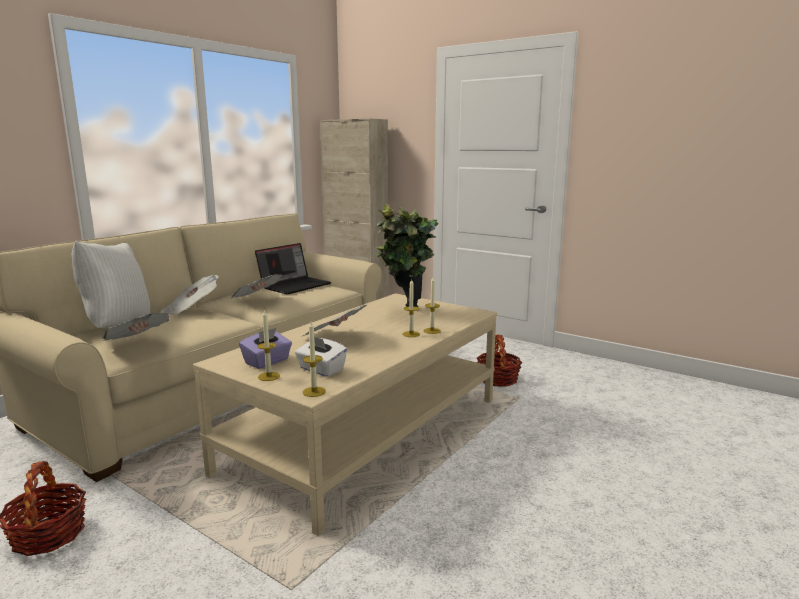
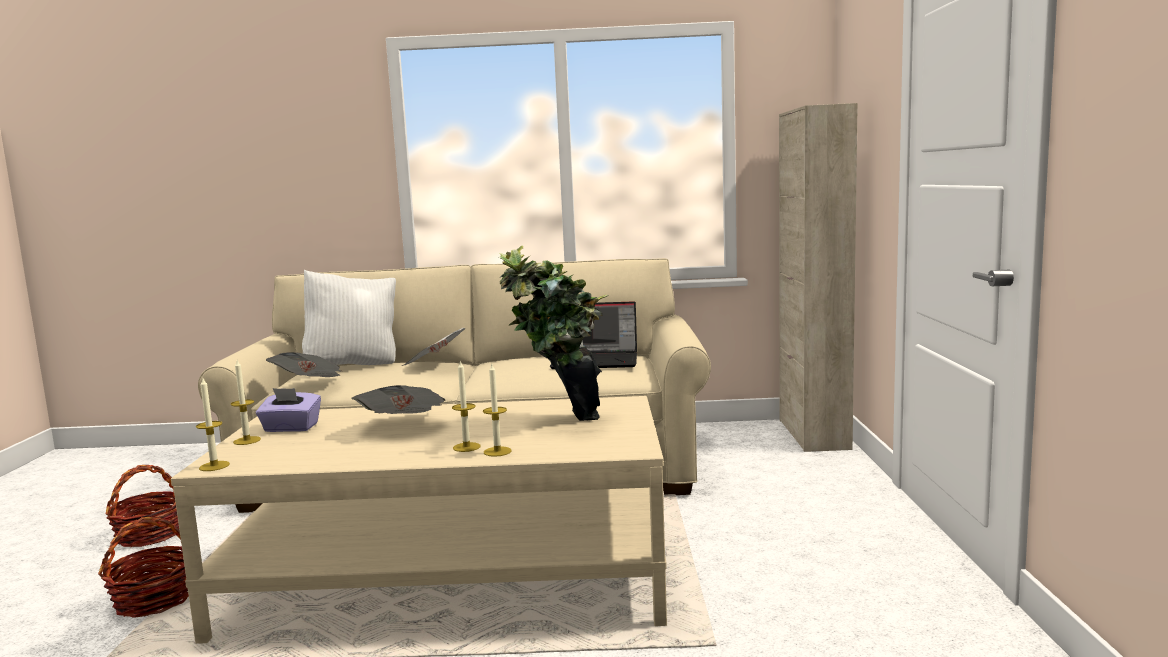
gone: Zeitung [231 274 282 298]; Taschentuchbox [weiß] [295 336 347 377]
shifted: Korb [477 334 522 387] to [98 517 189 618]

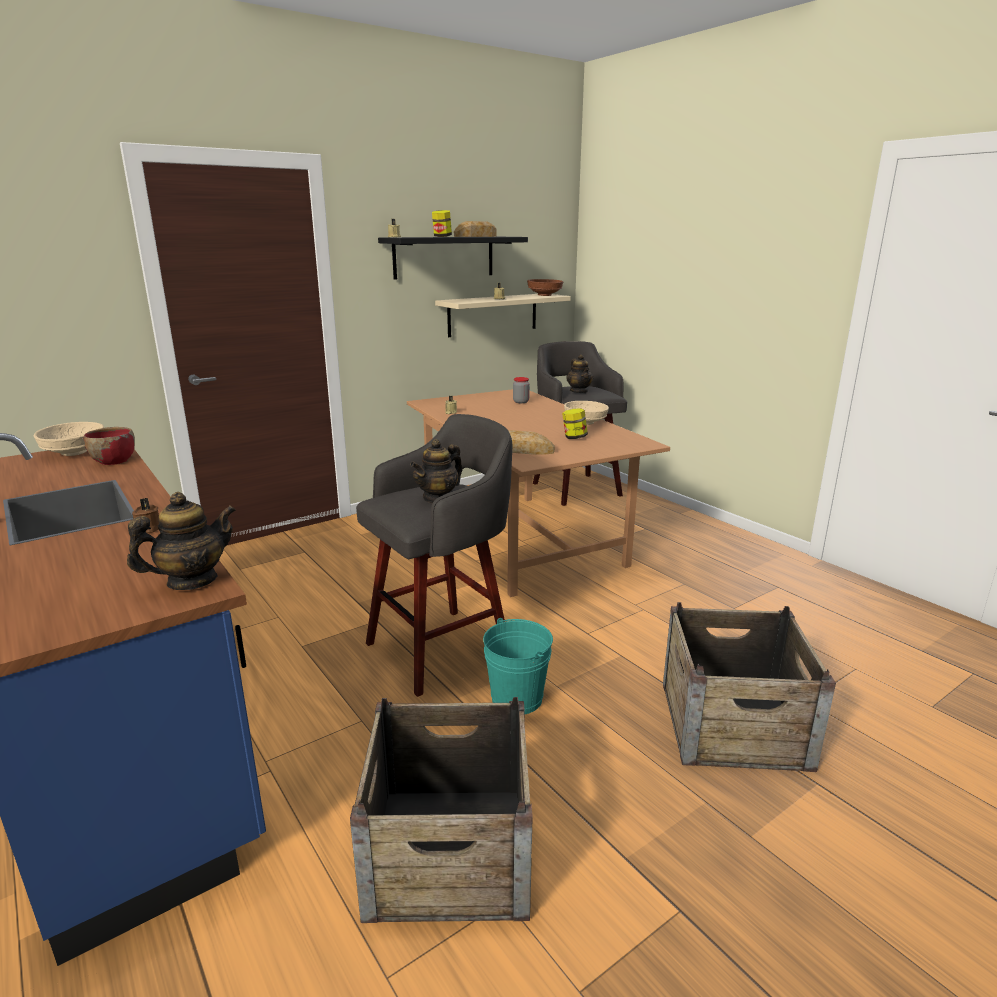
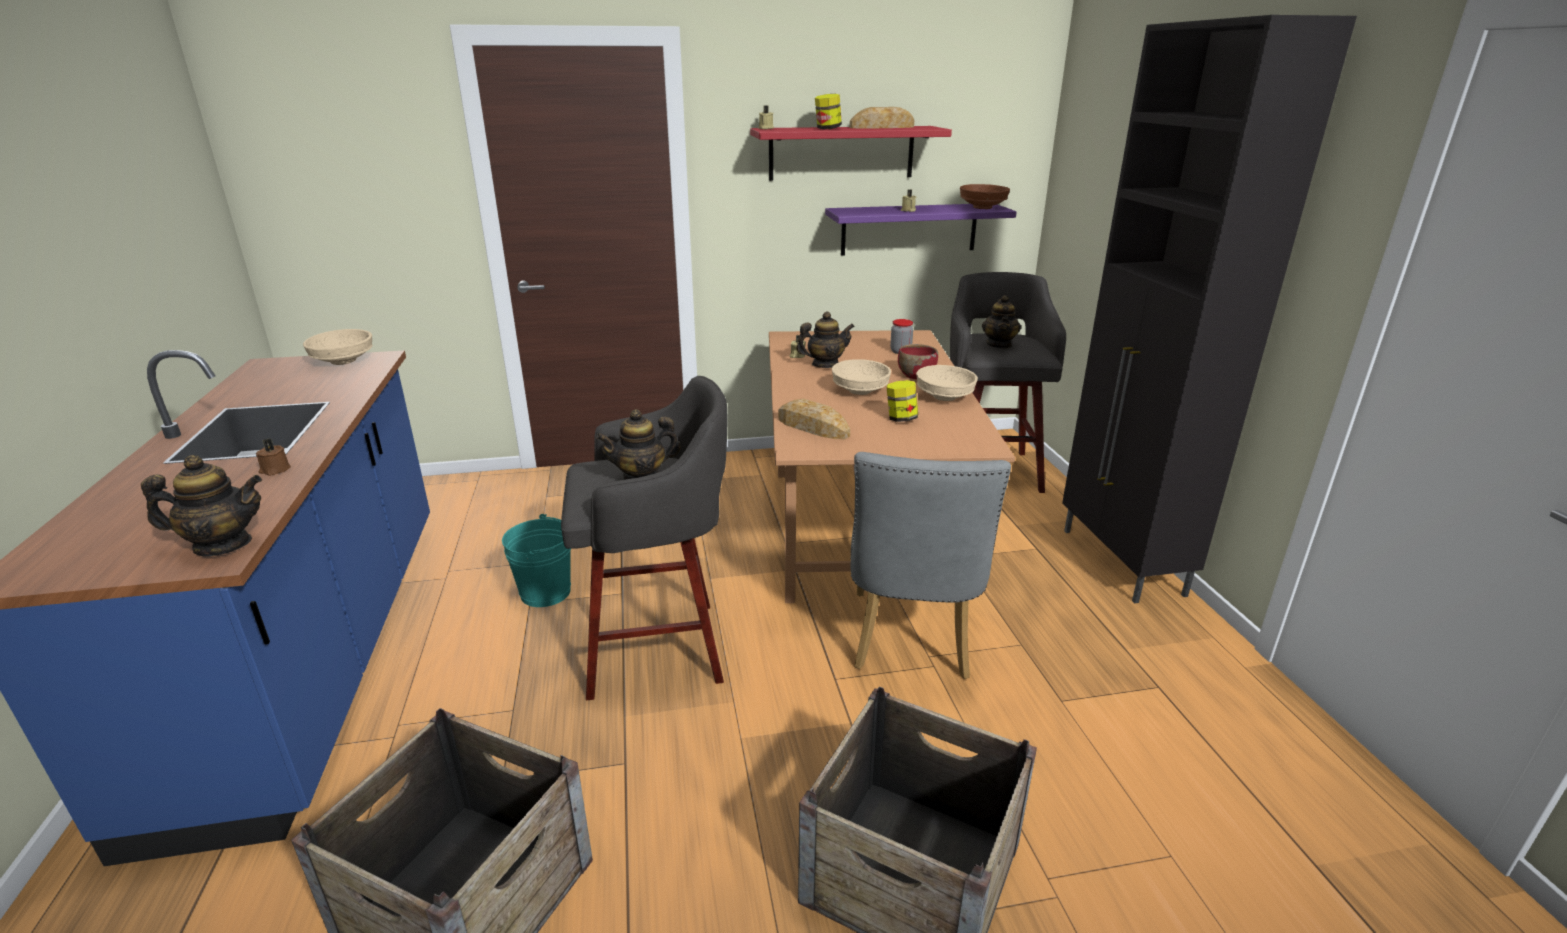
new: Teekanne [796 311 855 368]; Schüssel [beige] [832 359 891 395]; Stuhl [grau] [850 452 1011 679]; Schrank [schwarz] [1062 15 1357 603]
shifted: Schüssel [rot] [84 427 135 465] to [898 344 938 379]; Eimer [türkis] [483 618 553 714] to [502 514 571 607]
repainted: Wandregal [schwarz] [378 237 528 280] to Wandregal [rot] [750 126 952 181]; Wandregal [beige] [435 294 571 337] to Wandregal [lila] [825 204 1017 256]

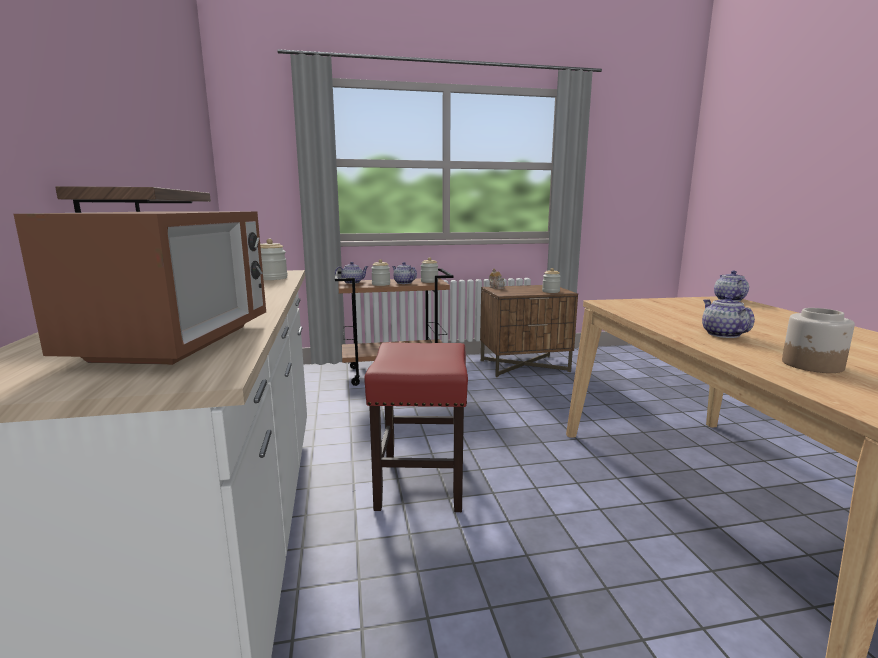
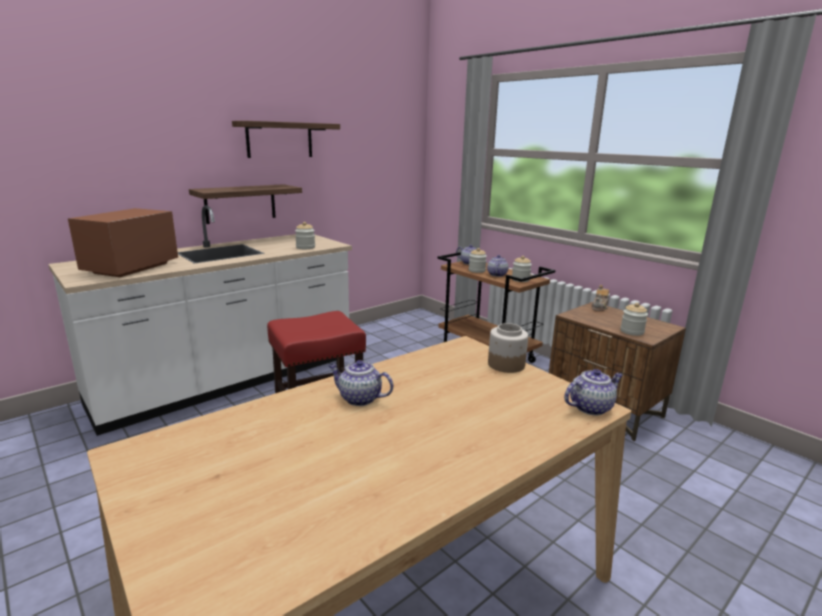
new: Wandregal [232 121 340 158]
shifted: Vorratsglas [782 308 855 373] to [488 323 528 373]
rotated: Mikrowelle [14 211 266 365] = [68 208 178 277] 135 degrees clockwise; Teekanne [702 295 755 338] = [328 360 393 406] 120 degrees counterclockwise

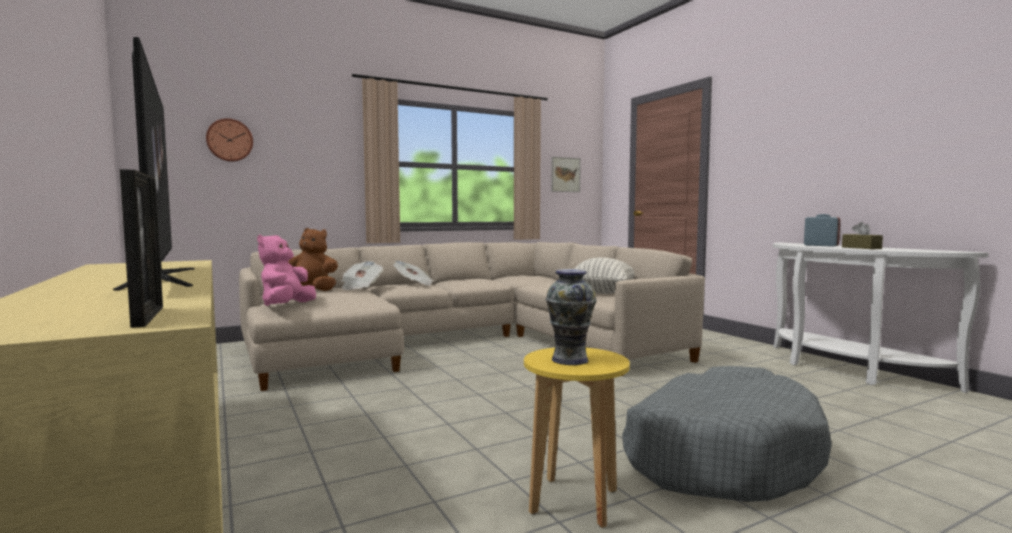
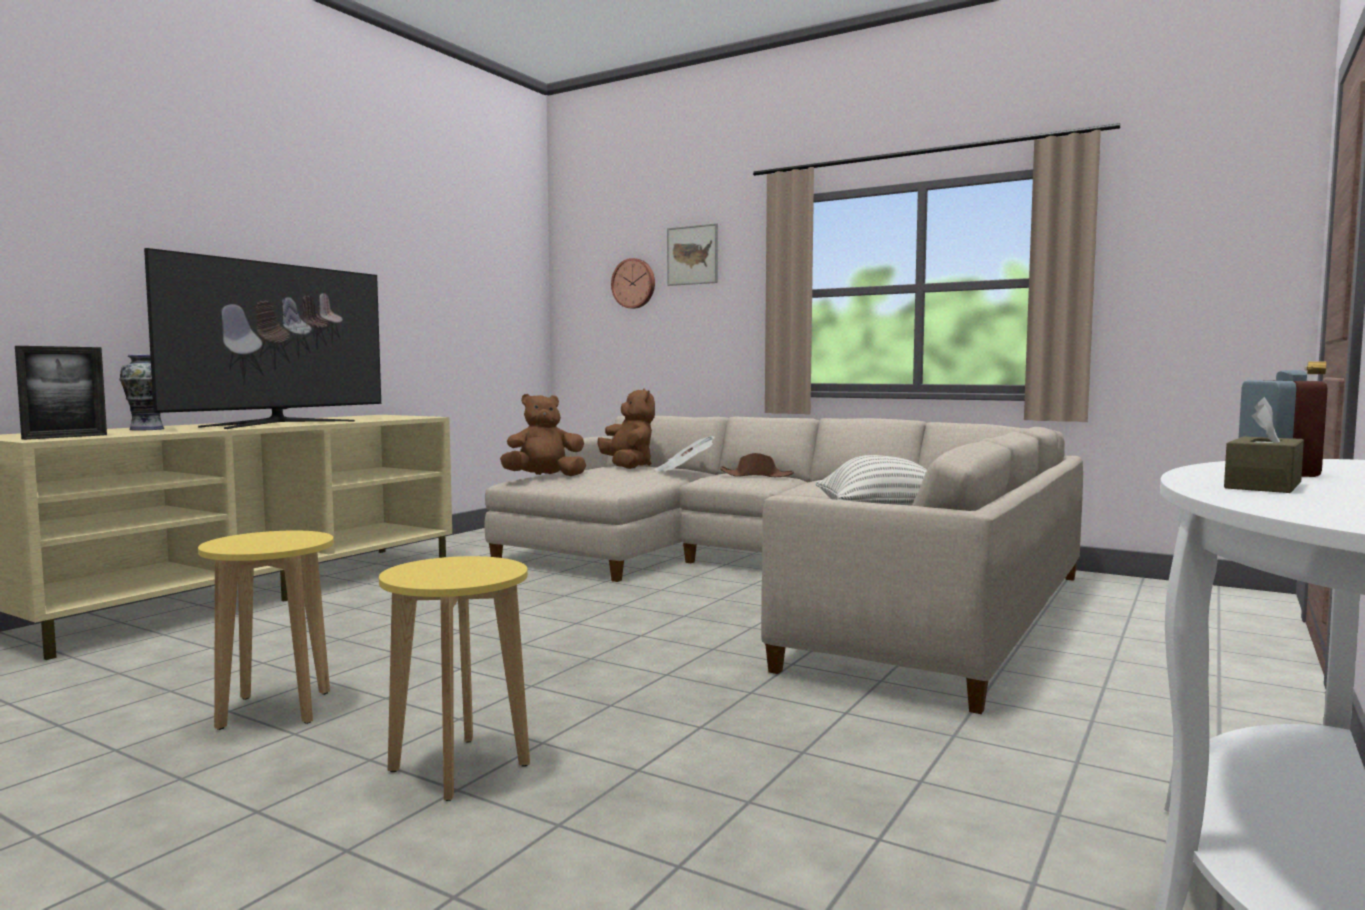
shifted: Vase [546 269 597 365] to [119 354 164 431]; Bild [551 157 581 192] to [667 223 718 286]
swapped: Zeitung [393 260 434 286] to Hut [braun] [720 453 794 477]; Hundebett [grau] [622 366 832 502] to Hocker [gelb] [379 556 530 801]
repainted: Plüschtier [rosa] [257 235 316 306] to Plüschtier [braun] [500 394 586 476]

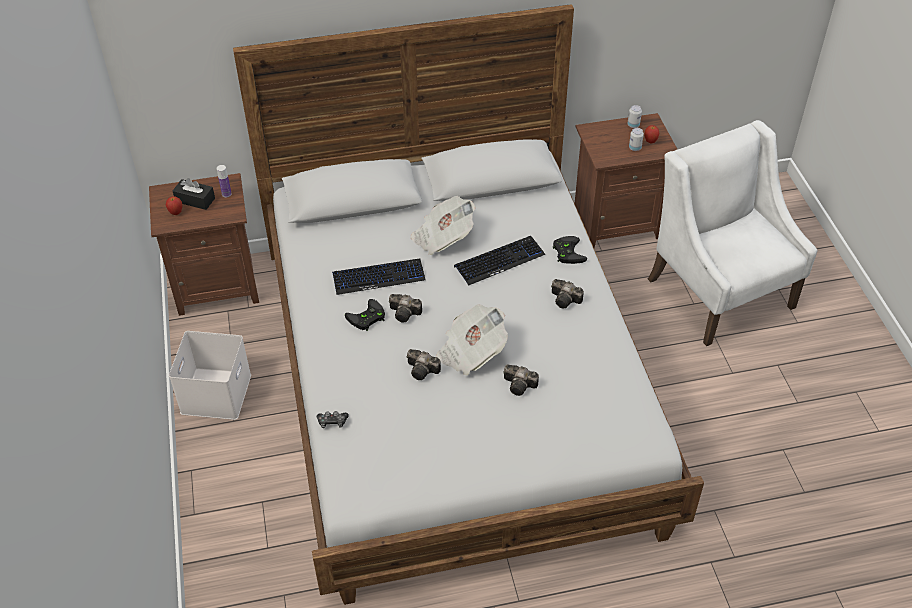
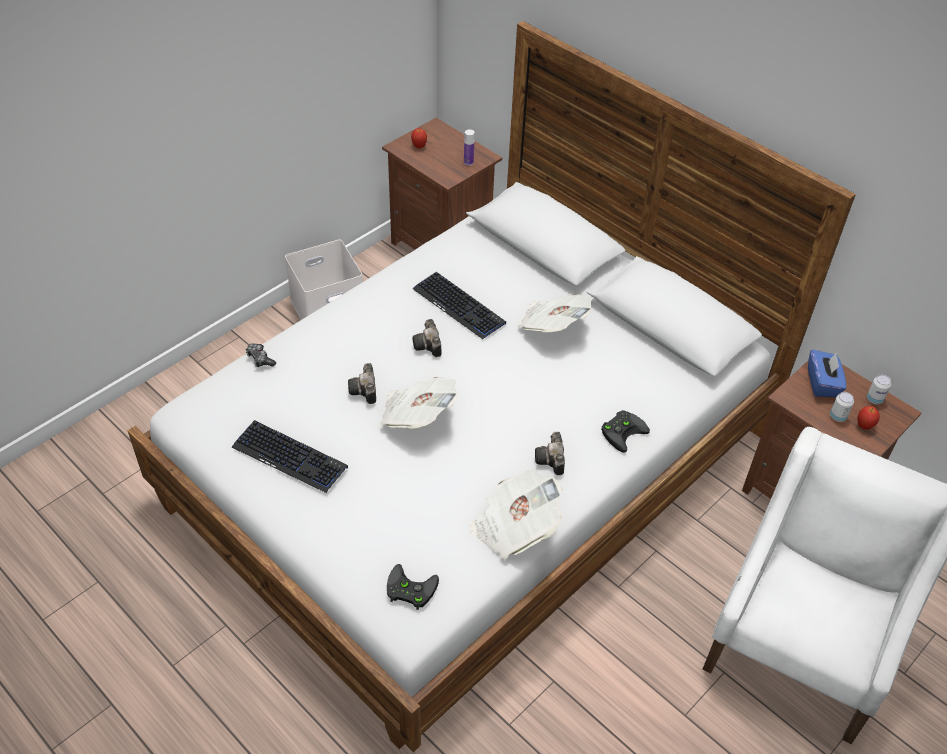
gone: Taschentuchbox [schwarz] [173 178 215 210]; Kamera [503 365 539 396]
new: Zeitung [470 469 563 559]; Taschentuchbox [blau] [808 349 846 397]
shifted: Gamepad [schwarz] [345 299 385 331] to [387 564 439 610]; Tastatur [454 236 545 286] to [232 420 348 493]

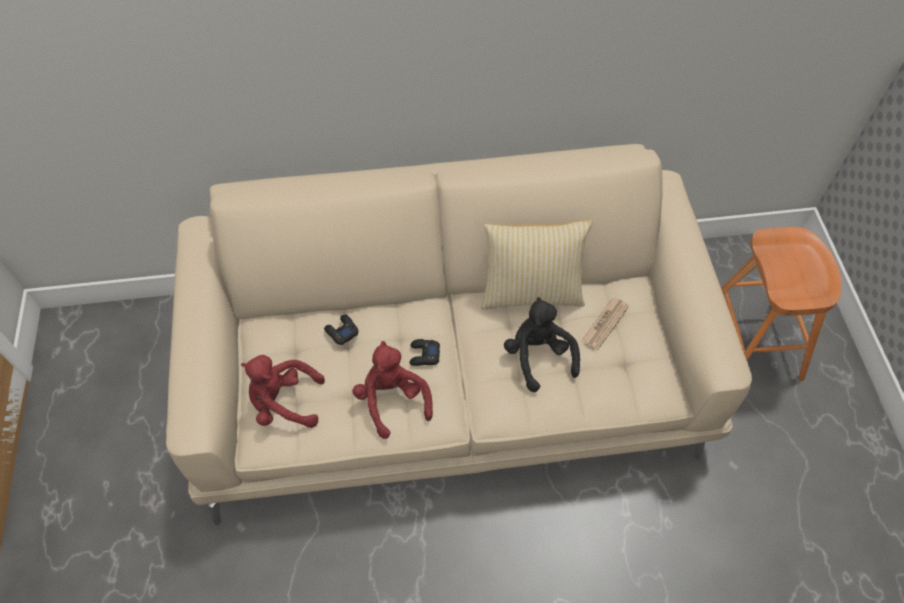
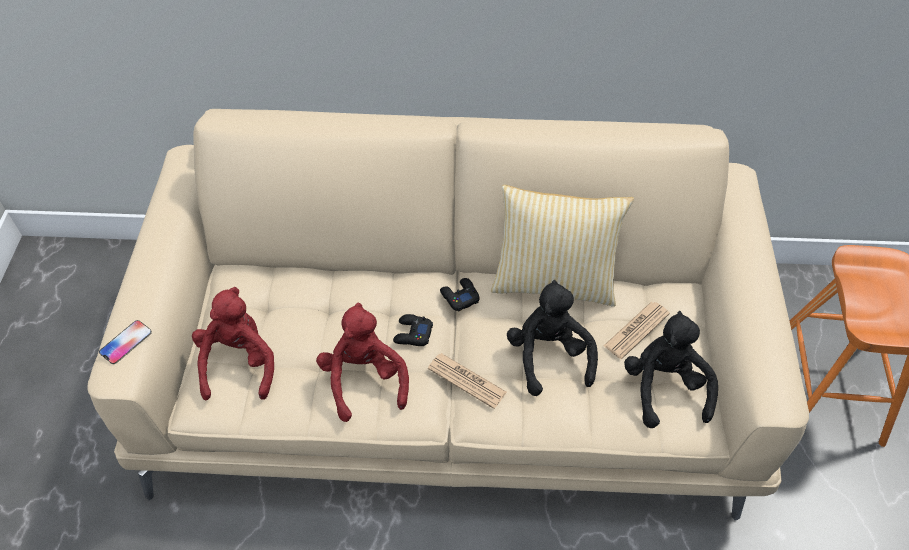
new: Handy [99 320 152 364]; Zeitung [428 353 507 409]; Plüschtier [schwarz] [624 311 718 428]
shifted: Gamepad [schwarz] [324 314 359 345] to [440 278 480 311]
rotated: Plüschtier [rot] [241 355 325 428] = [192 287 274 400] 75 degrees clockwise

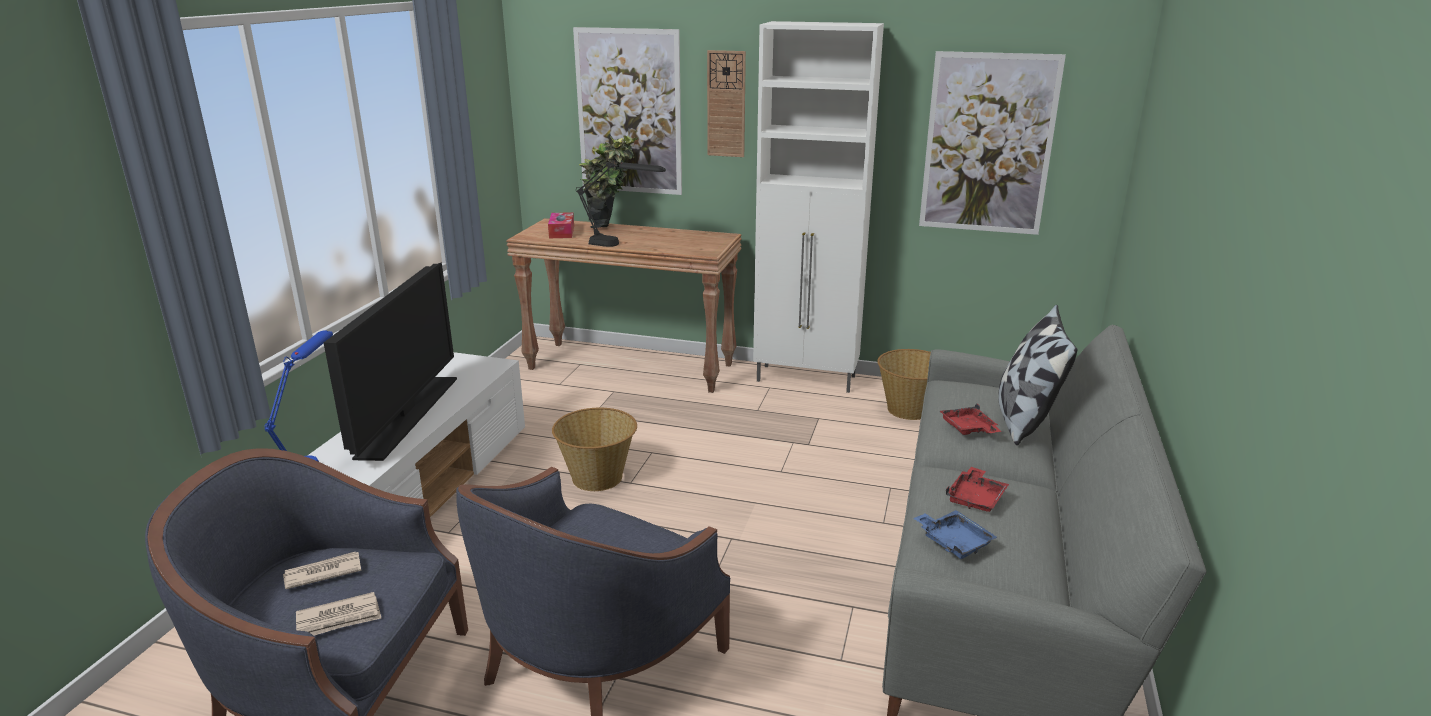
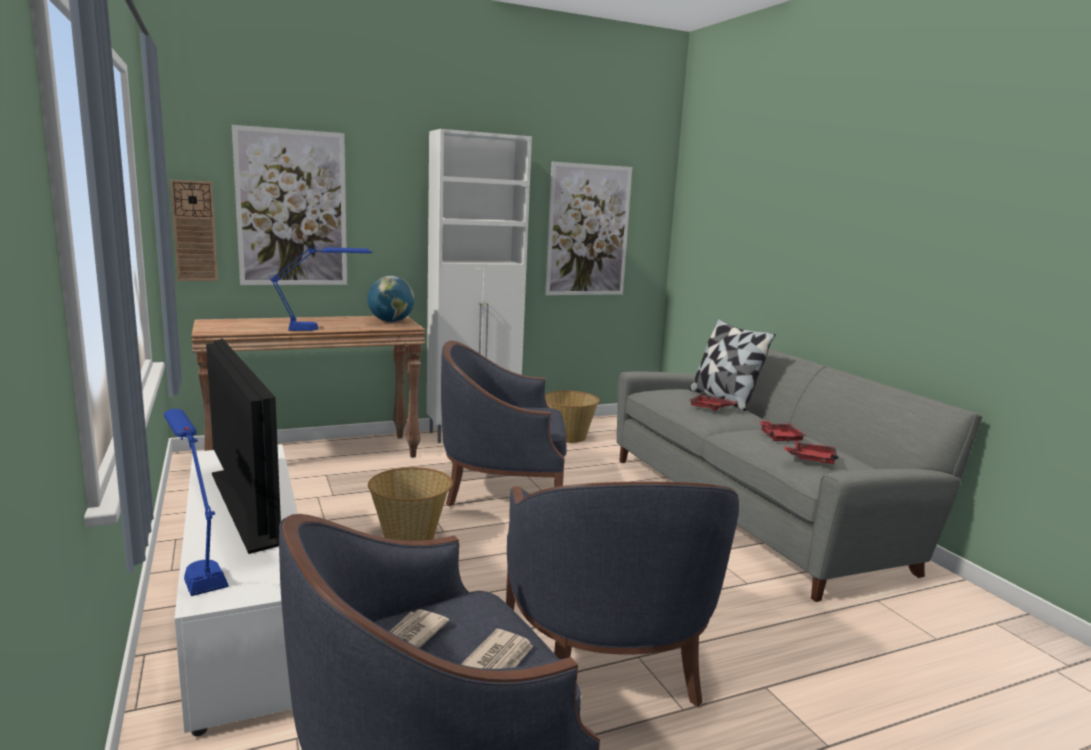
gone: Taschentuchbox [548 212 574 238]; Topfpflanze [579 135 638 228]
new: Globus [367 276 414 322]; Sessel [blau] [441 341 567 506]
shifted: Wanduhr [707 50 746 157] to [170 180 218 281]
repainted: Tischlampe [schwarz] [576 159 666 247] to Tischlampe [blau] [269 245 372 331]; Tablett [blau] [914 510 998 559] to Tablett [rot] [784 441 838 464]

